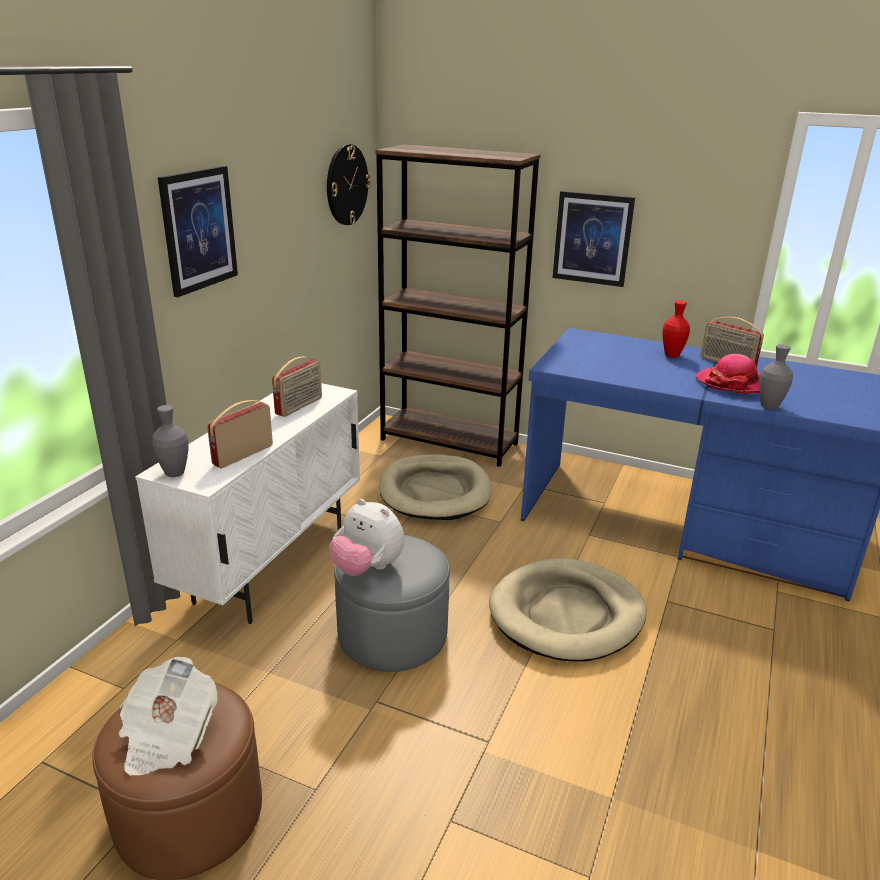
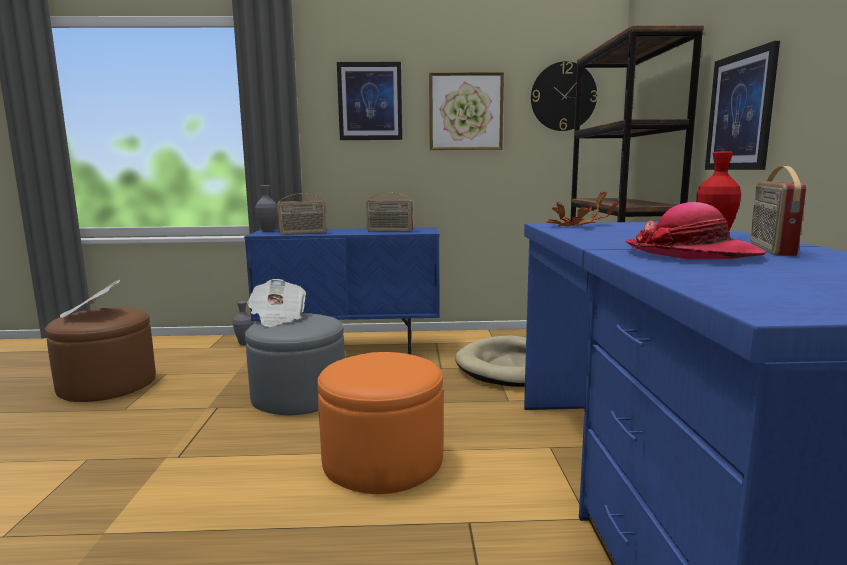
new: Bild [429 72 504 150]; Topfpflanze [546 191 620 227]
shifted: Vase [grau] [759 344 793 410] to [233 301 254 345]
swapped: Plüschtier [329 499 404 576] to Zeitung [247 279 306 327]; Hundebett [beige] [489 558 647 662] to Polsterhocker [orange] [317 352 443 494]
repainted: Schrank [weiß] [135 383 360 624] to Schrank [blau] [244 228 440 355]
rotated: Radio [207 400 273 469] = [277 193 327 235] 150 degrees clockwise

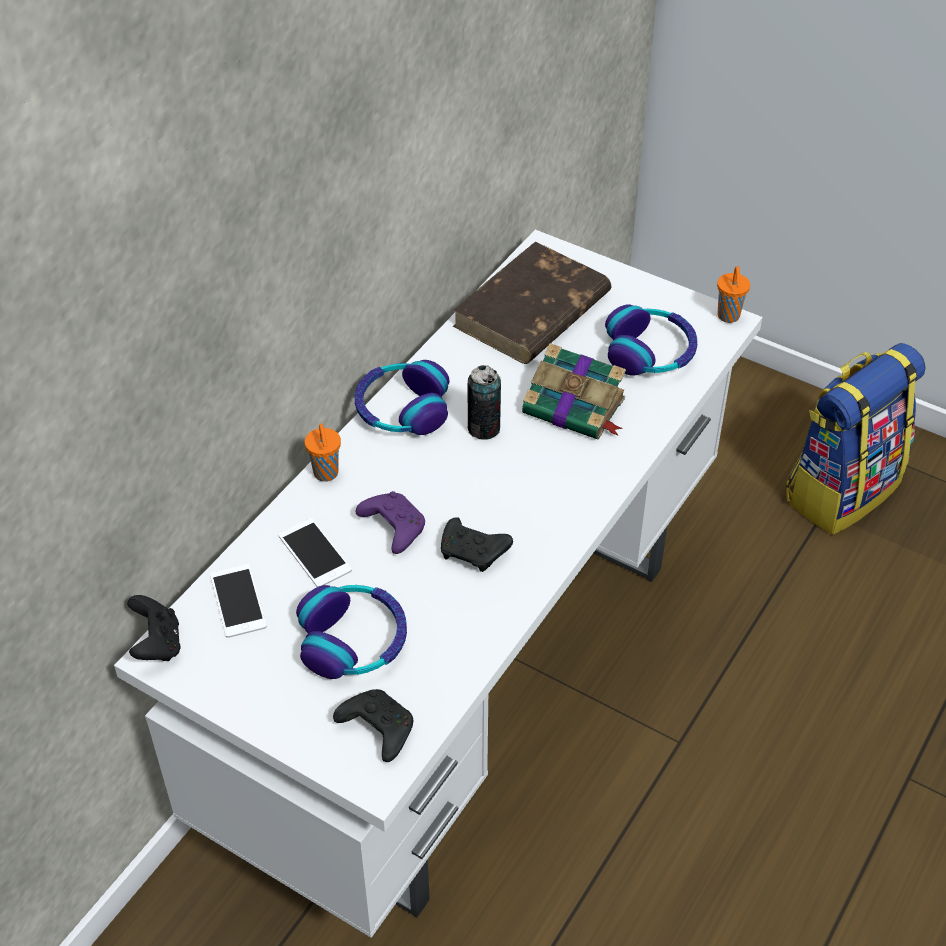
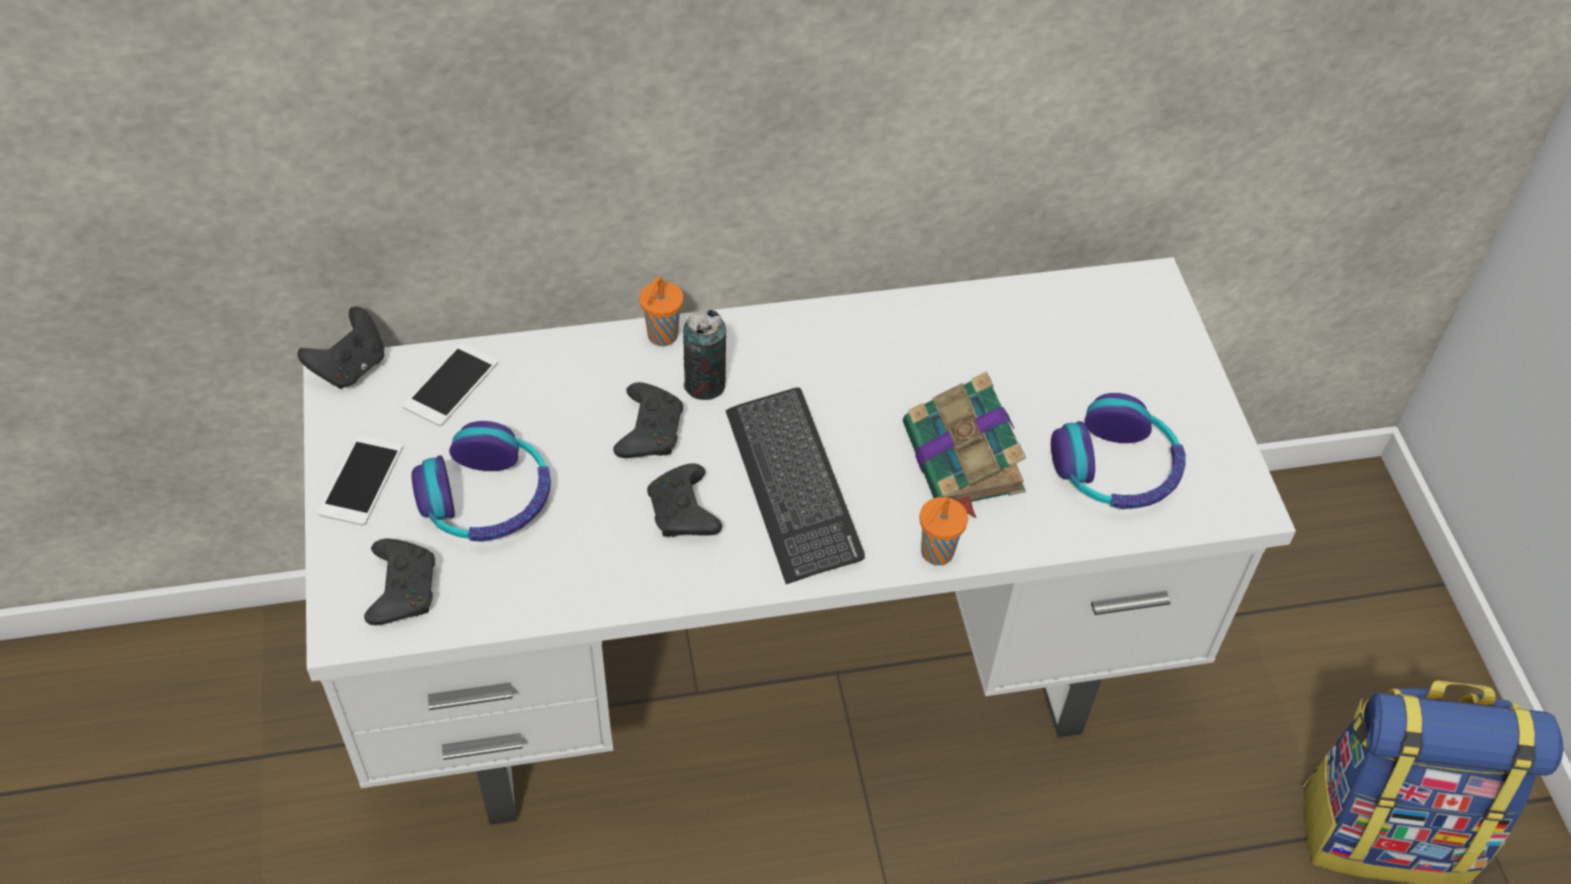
gone: Kopfhörer [355 360 450 435]; Buch [braun] [452 241 611 364]
new: Tastatur [726 387 865 584]
shifted: Handy [278 518 352 587] to [318 435 403 525]; Dose [468 365 501 440] to [683 309 726 400]; Tasse [orange] [717 266 750 323] to [919 497 968 565]
repainted: Gamepad [lila] [356 491 425 554] to Gamepad [schwarz] [613 382 683 458]

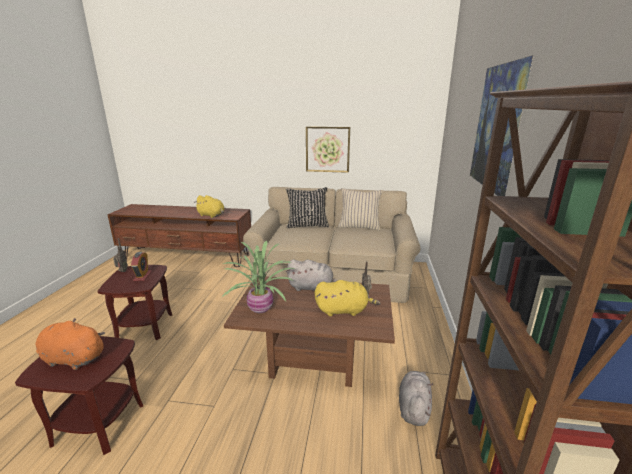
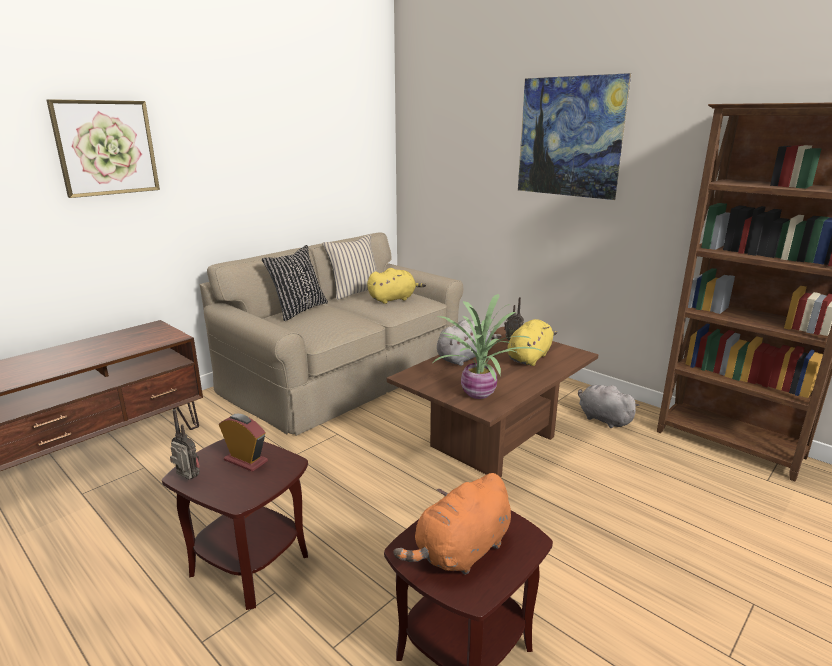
shifted: Plüschtier [gelb] [194 195 224 218] to [367 268 426 304]; Bild [306 126 350 173] to [47 99 160 198]

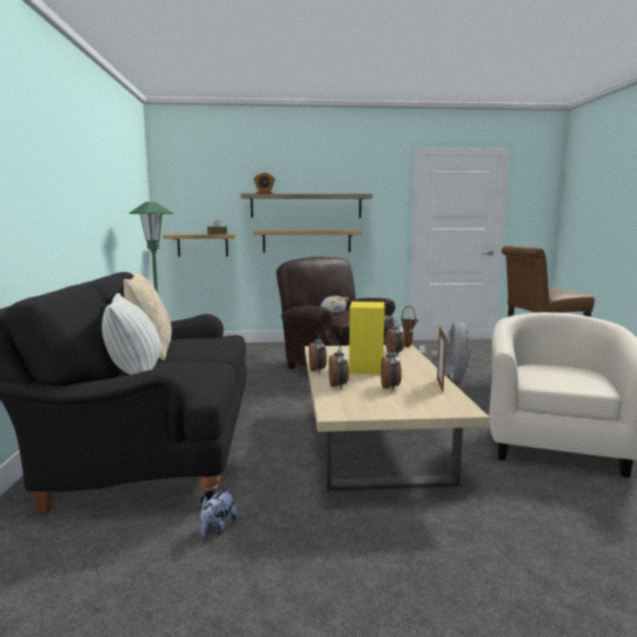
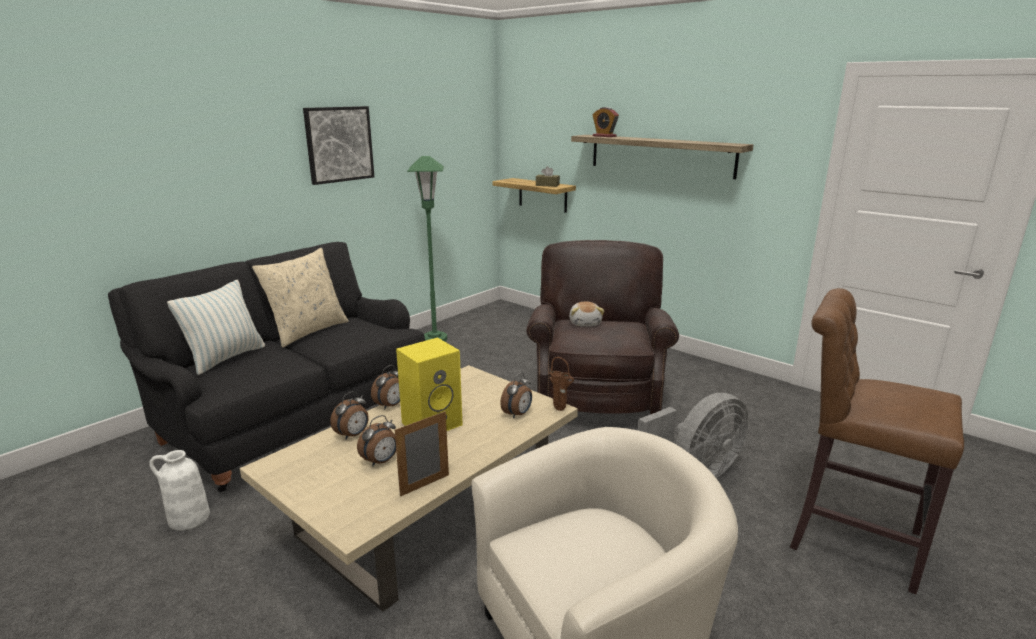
gone: Wandregal [253 230 362 253]
new: Bild [303 106 374 185]
swapped: Plüschtier [200 489 238 537] to Vase [weiß] [149 450 210 531]

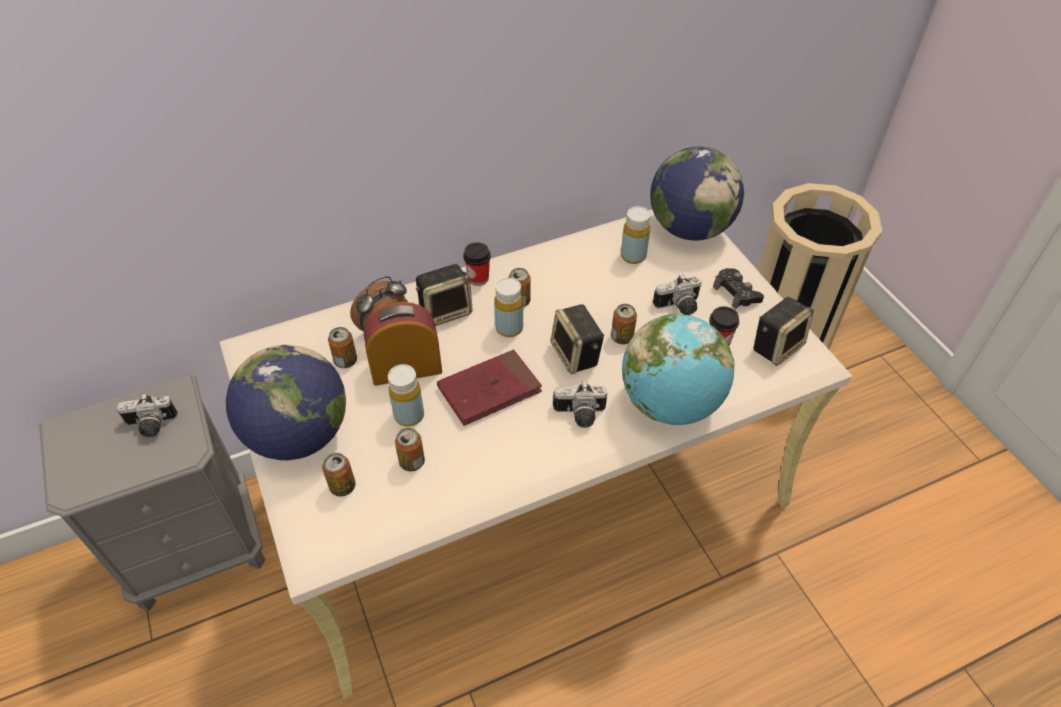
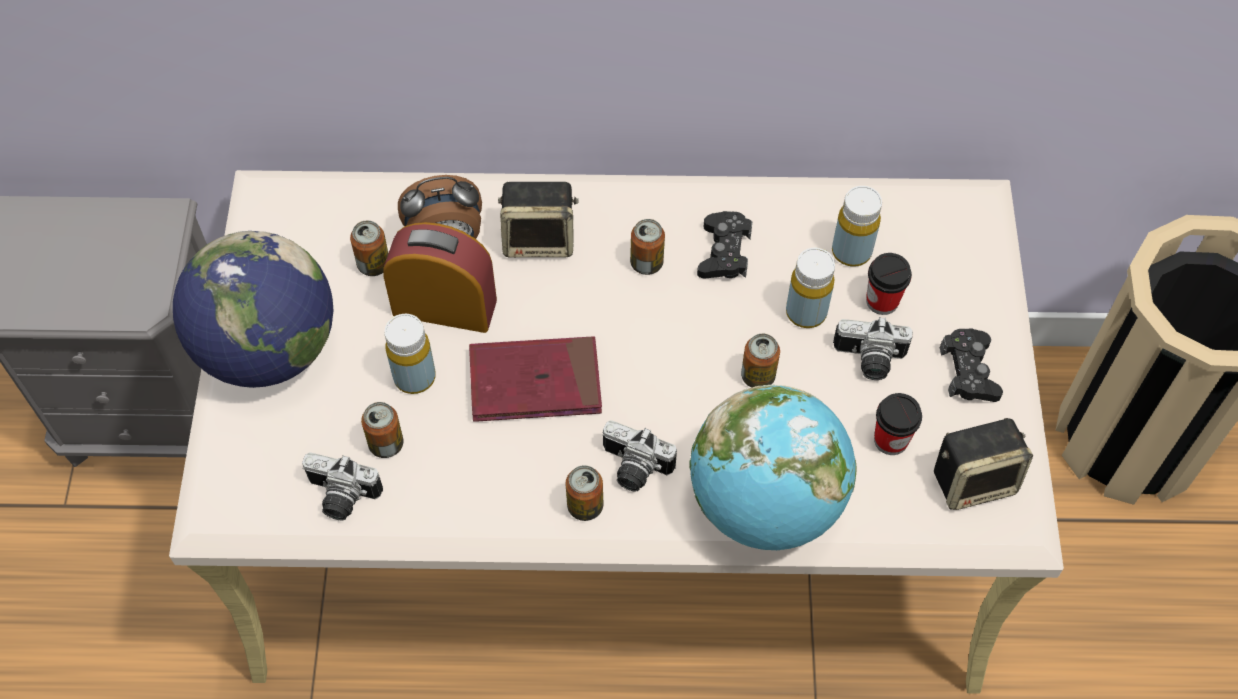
gone: Lautsprecher [551 304 604 374]; Globus [650 146 744 240]
new: Gamepad [schwarz] [697 211 752 279]
shifted: Kamera [117 393 178 437] to [302 452 383 520]; Dose [322 453 356 497] to [566 465 603 521]; Tasse [463 243 491 286] to [866 253 912 315]; Flasche [gelb] [494 277 523 337] to [786 248 835 328]

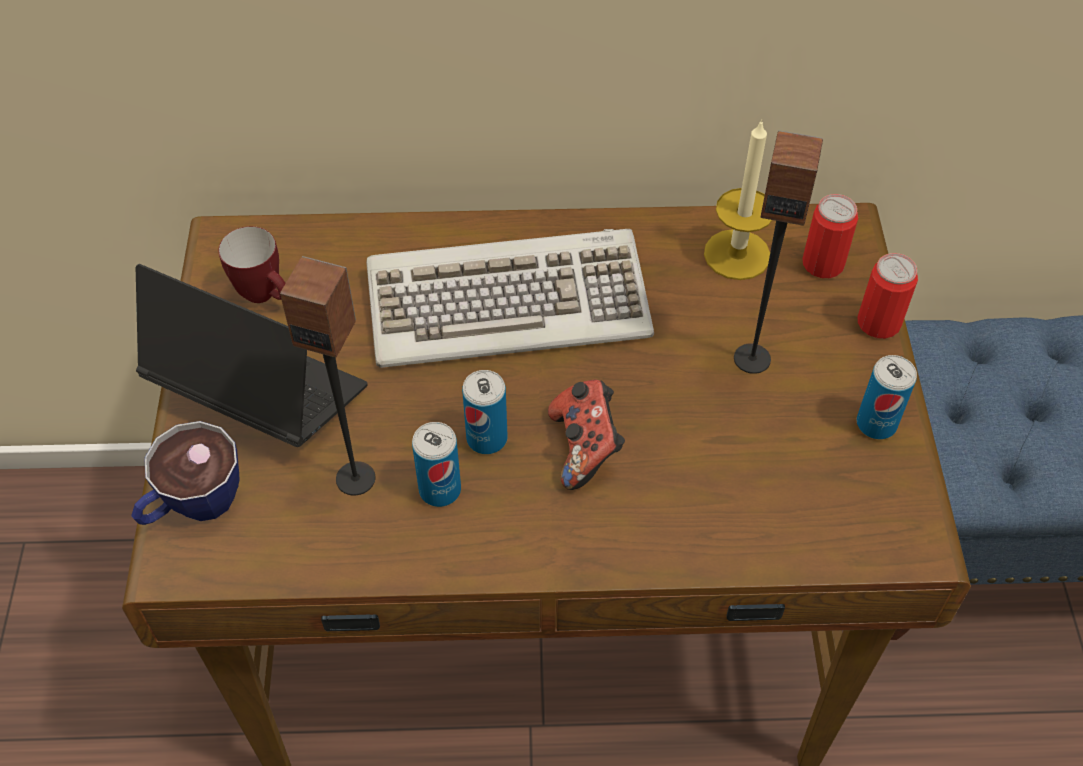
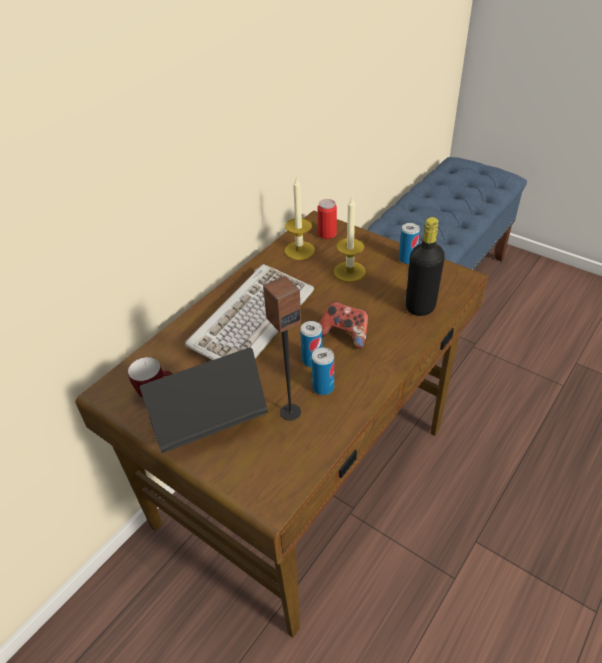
gone: Tasse [131 421 240 525]; Dose [858 253 918 339]
new: Flasche [schwarz] [406 217 445 316]
swapped: Lautsprecher [734 130 823 374] to Kerze [334 198 366 282]

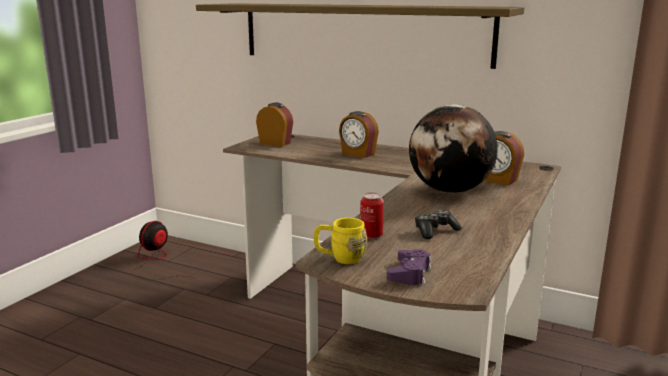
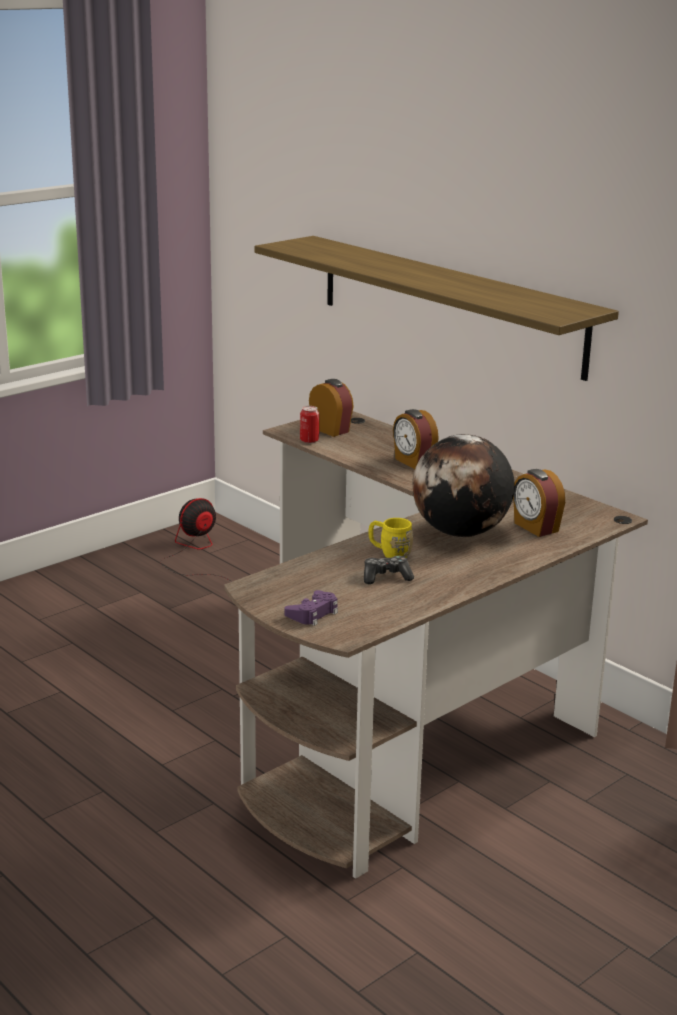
shifted: Henkelbecher [gelb] [314 218 367 264] to [369 518 413 558]; Dose [360 192 384 239] to [300 406 319 443]

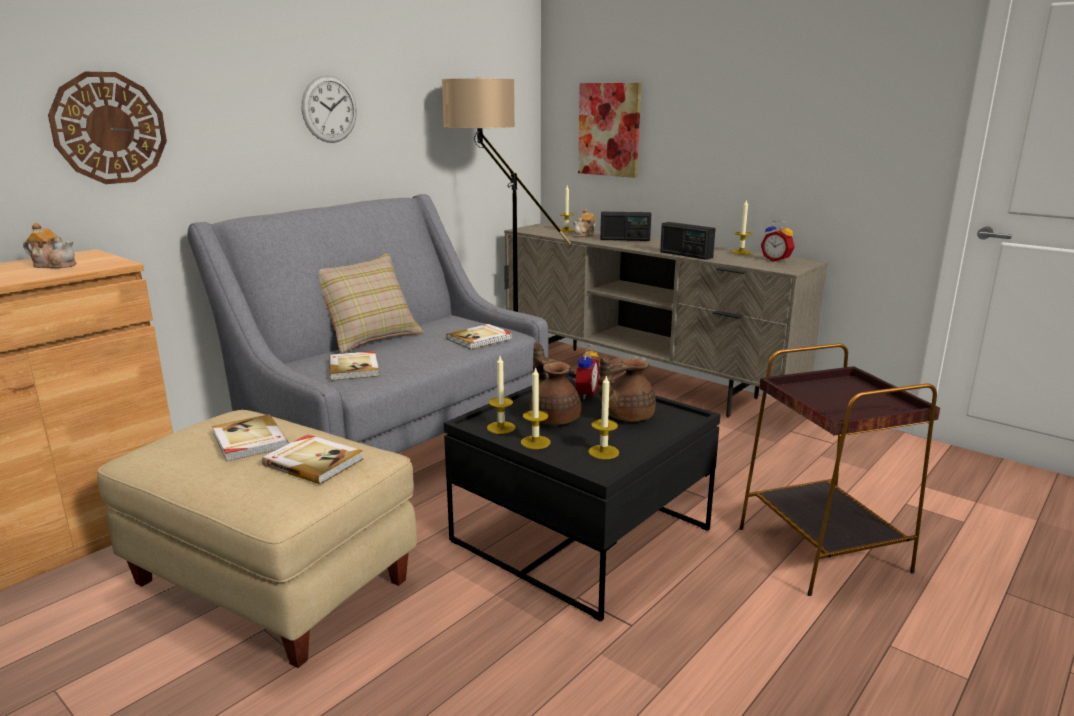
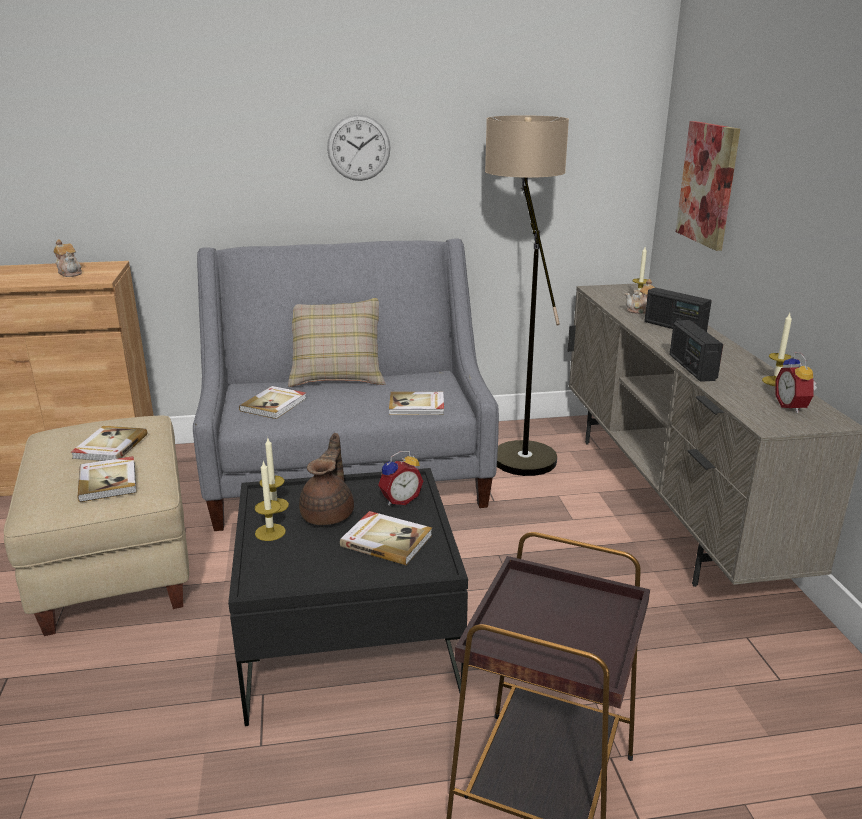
gone: Wanduhr [48 72 167 184]; Kerze [588 374 619 459]
swapped: Teekanne [braun] [599 358 656 422] to Buch [340 511 432 565]

